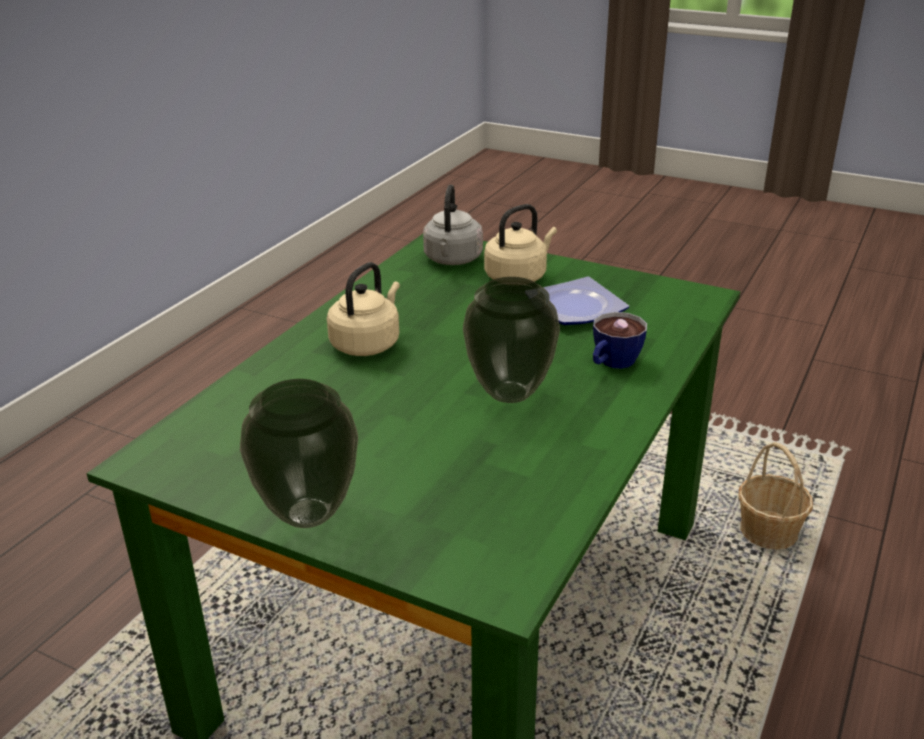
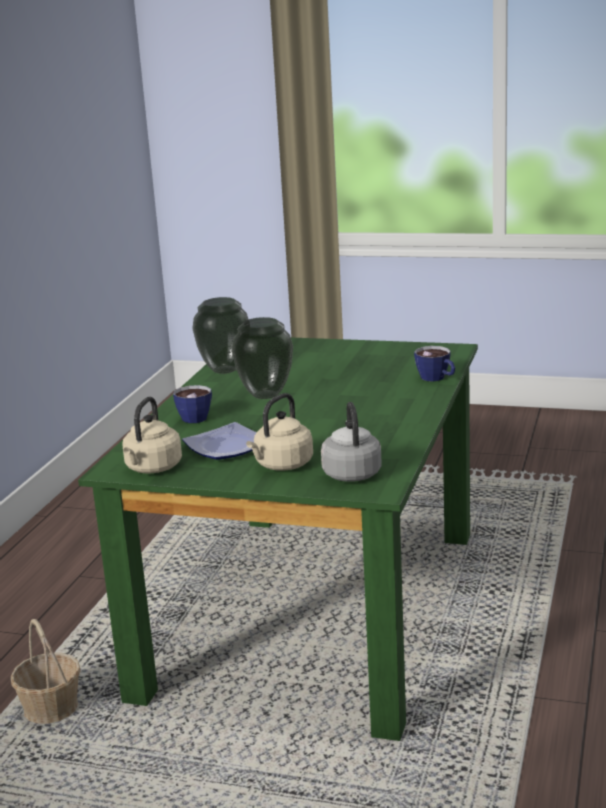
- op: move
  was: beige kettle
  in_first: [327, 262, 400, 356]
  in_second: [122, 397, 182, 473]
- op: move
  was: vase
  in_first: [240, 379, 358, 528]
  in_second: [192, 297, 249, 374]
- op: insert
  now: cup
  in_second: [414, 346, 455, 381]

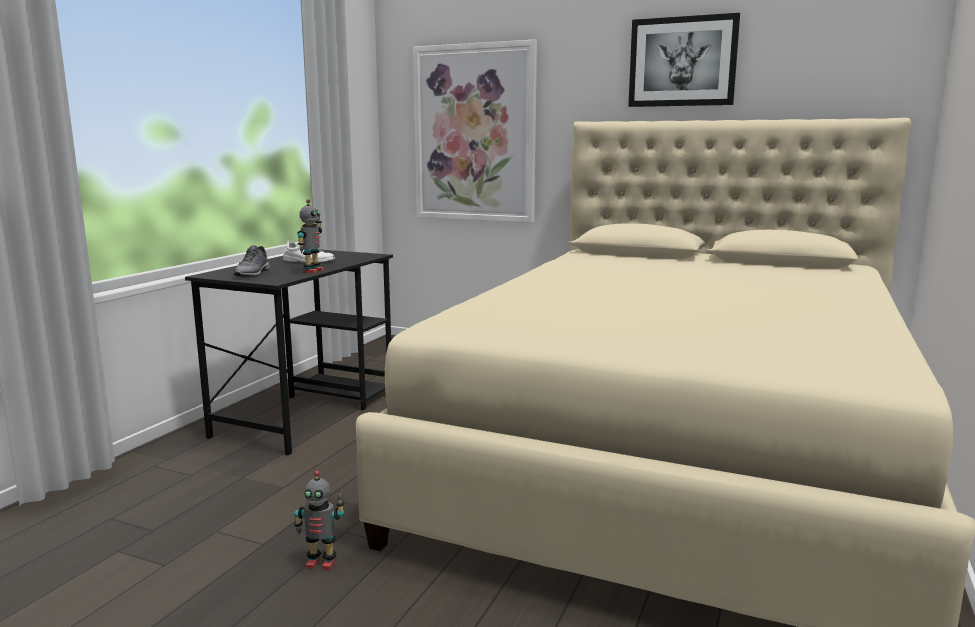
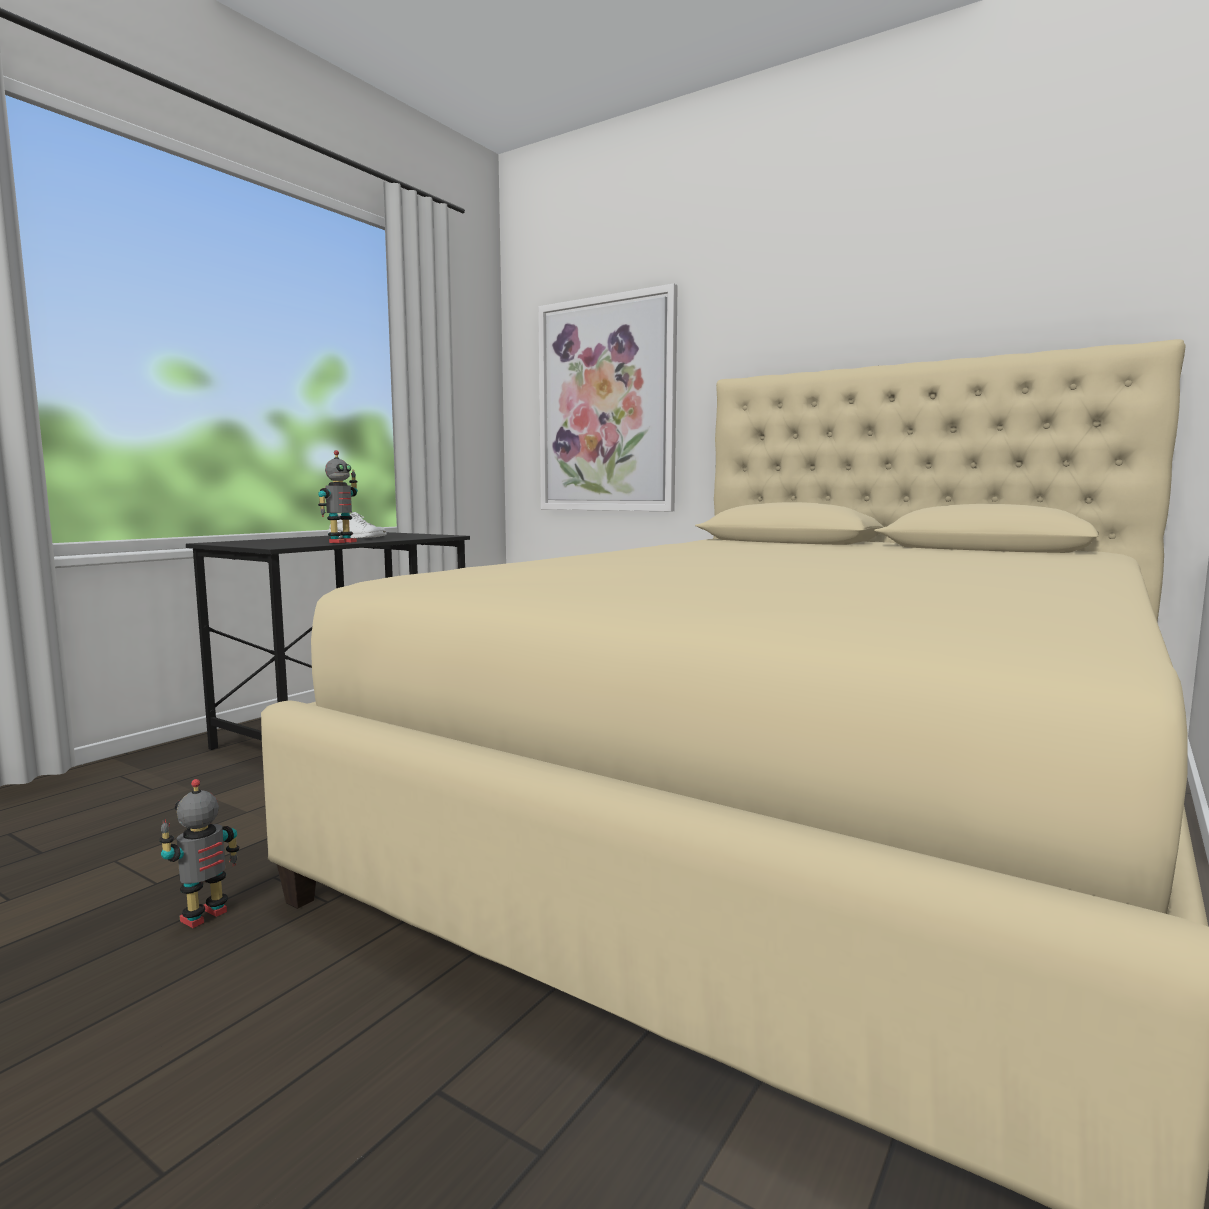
- op: rotate
  was: toy robot
  in_first: [294, 471, 345, 570]
  in_second: [159, 779, 240, 928]
  clockwise: 105
- op: delete
  was: grey shoe
  in_first: [233, 245, 270, 277]
- op: delete
  was: picture
  in_first: [628, 13, 740, 107]

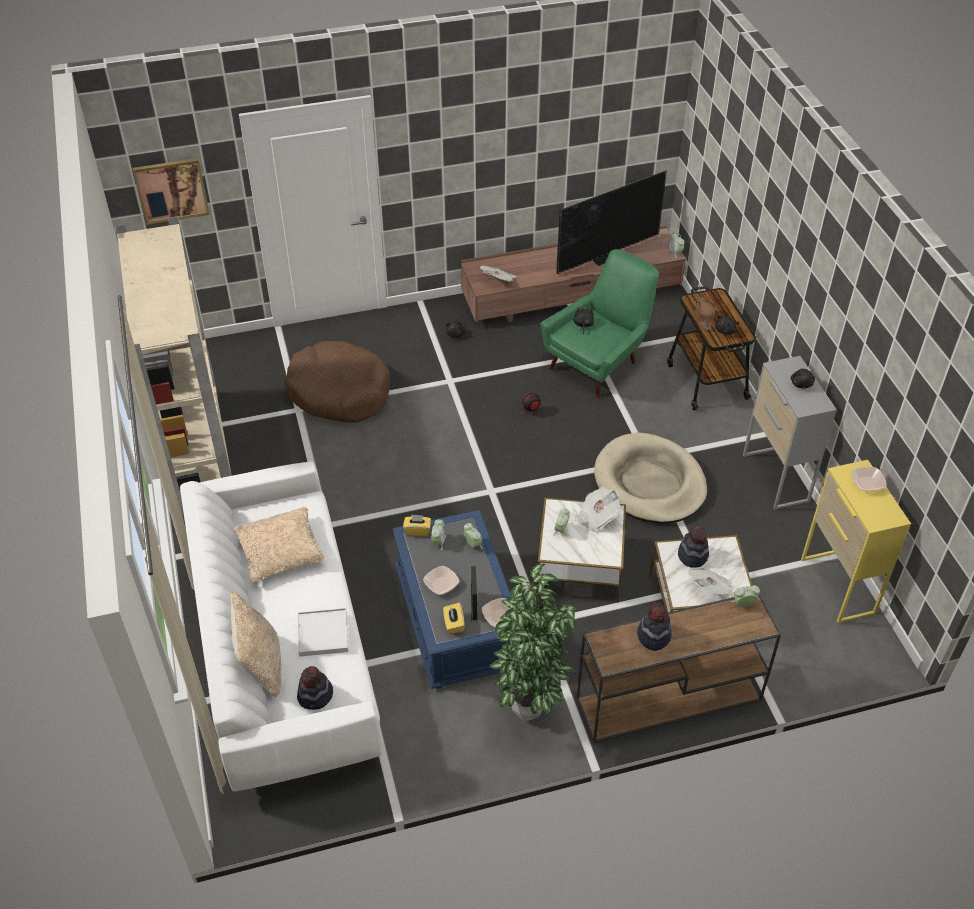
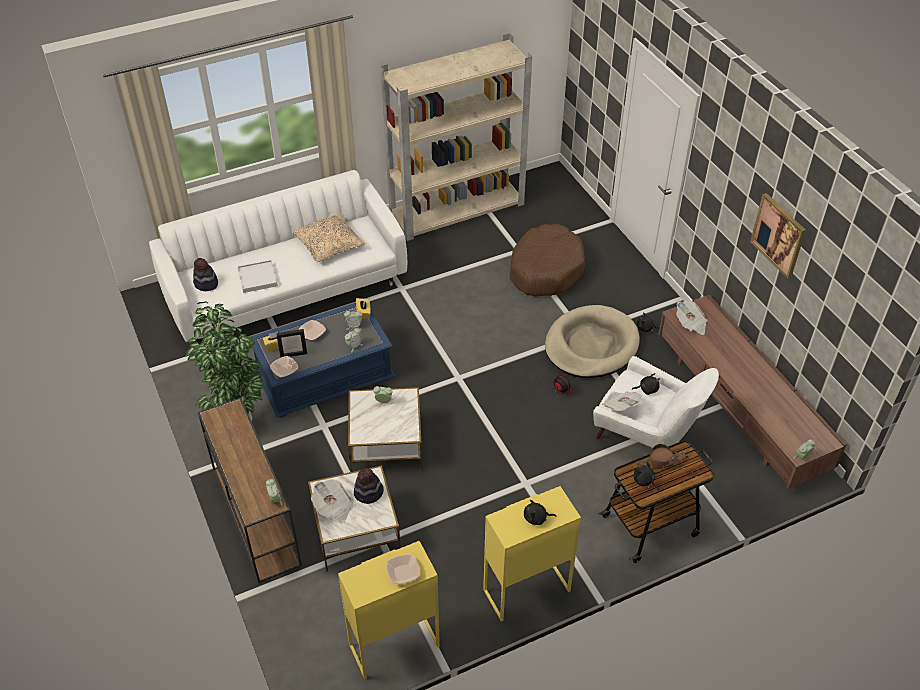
- op: recolor
  was: grey cabinet
  now: yellow cabinet
  in_first: [743, 356, 837, 509]
  in_second: [483, 486, 581, 621]
- op: move
  was: beige dog bed
  in_first: [594, 433, 707, 523]
  in_second: [545, 305, 640, 378]
- op: recolor
  was: green armchair
  now: white armchair
  in_first: [540, 249, 659, 398]
  in_second: [593, 356, 719, 448]
- op: move
  was: newspaper
  in_first: [575, 487, 621, 531]
  in_second: [602, 392, 642, 411]
- op: move
  was: picture
  in_first: [132, 158, 210, 225]
  in_second: [750, 193, 806, 279]
- op: delete
  was: beige pillow
  in_first: [231, 592, 282, 698]
- op: delete
  was: television
  in_first: [556, 170, 667, 274]
- op: delete
  was: hat
  in_first: [637, 602, 672, 651]

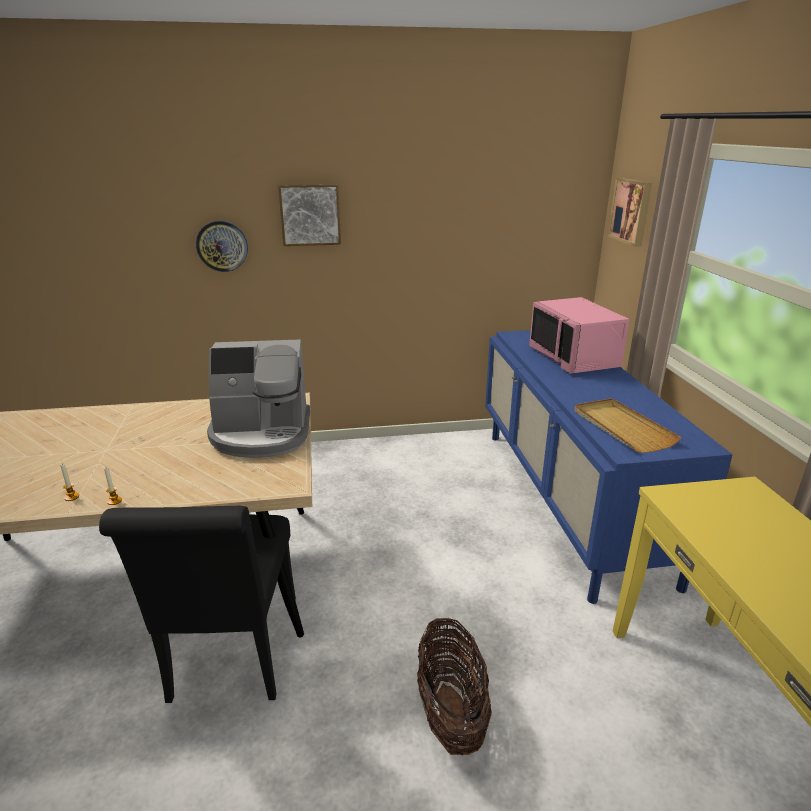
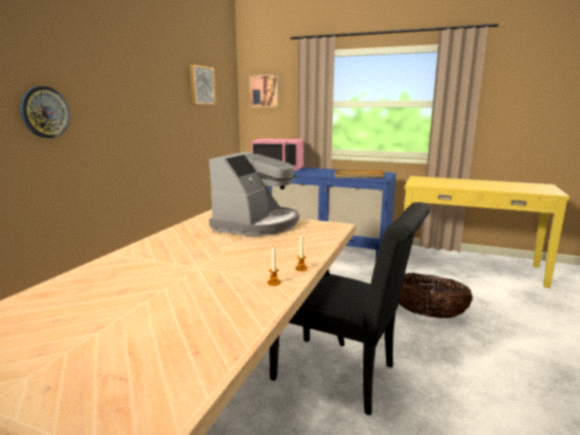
- op: move
  was: picture
  in_first: [278, 184, 341, 246]
  in_second: [190, 65, 216, 105]

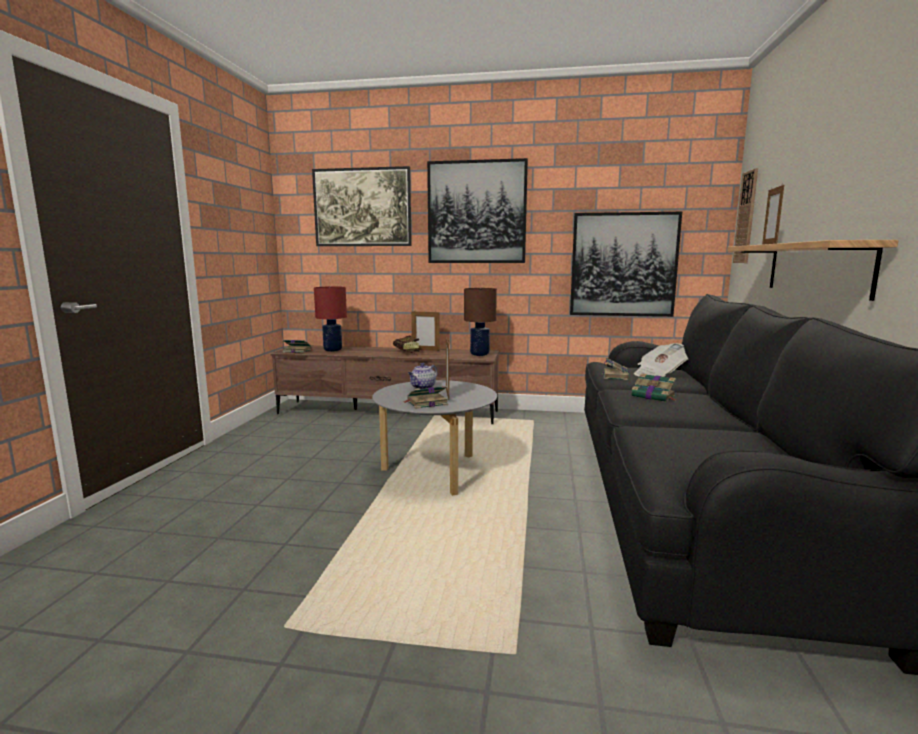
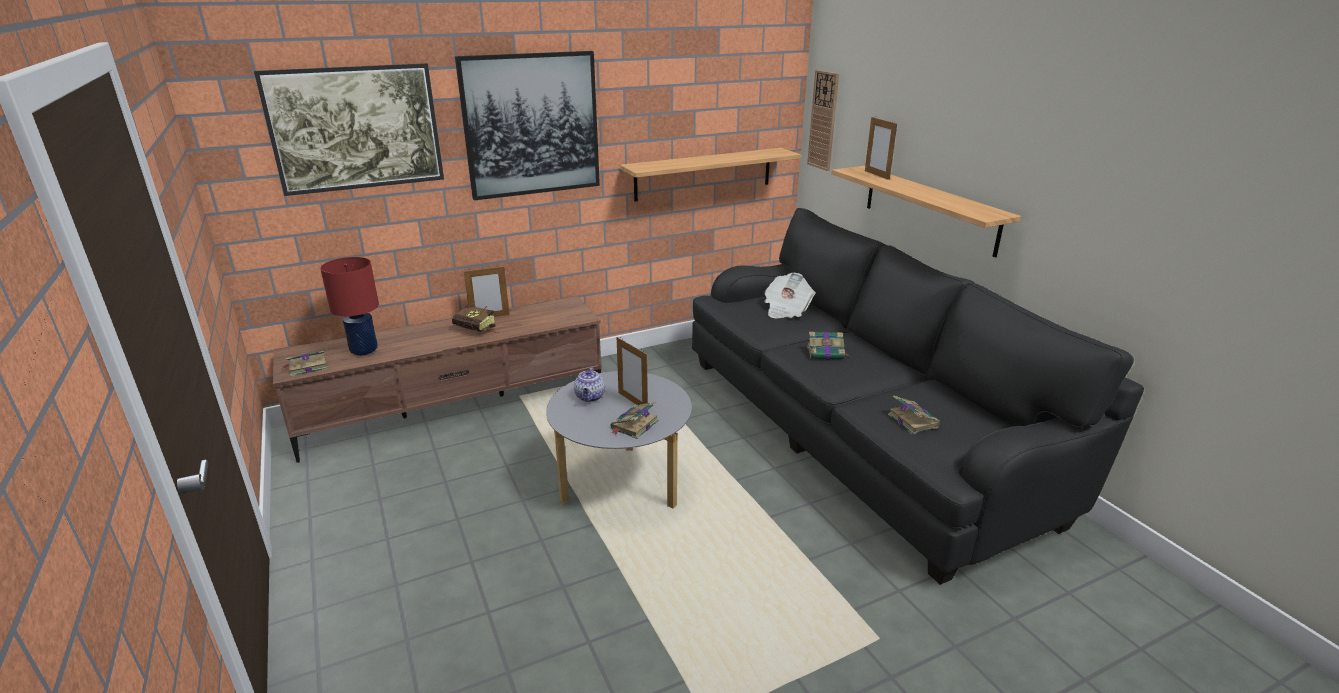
- op: replace
  was: picture
  now: shelf
  in_first: [570, 212, 682, 317]
  in_second: [620, 148, 801, 202]
- op: move
  was: book
  in_first: [602, 357, 630, 380]
  in_second: [888, 395, 940, 434]
- op: delete
  was: brown table lamp
  in_first: [464, 288, 497, 356]

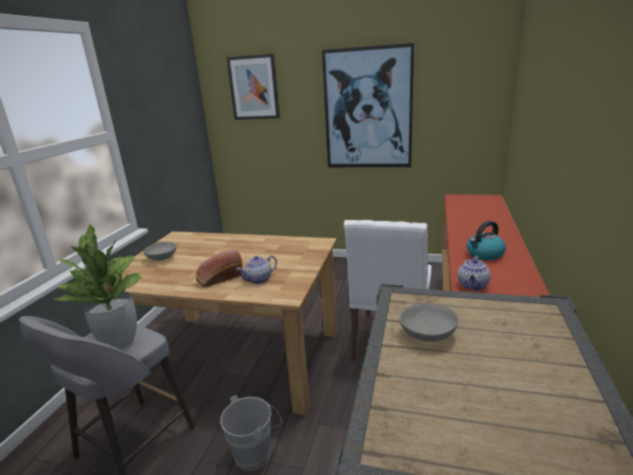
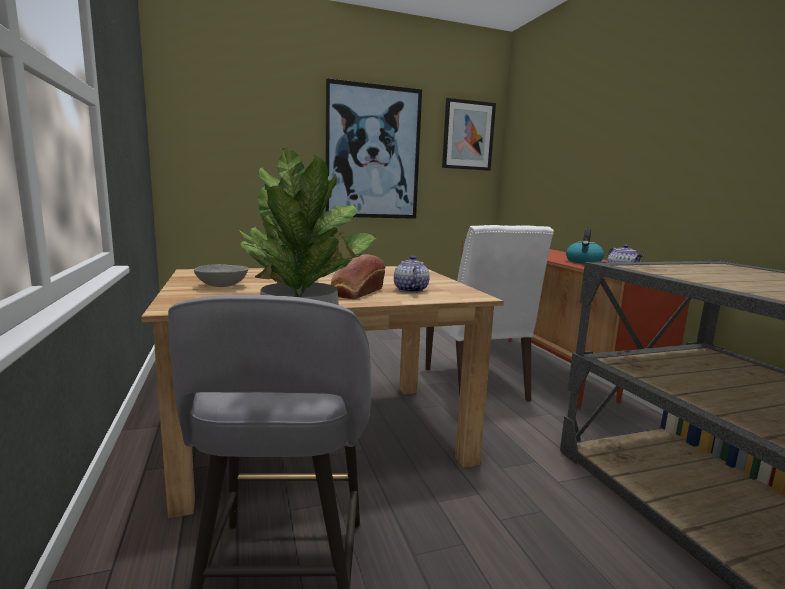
- op: rotate
  was: teapot
  in_first: [236, 255, 277, 284]
  in_second: [394, 256, 430, 293]
  clockwise: 150
- op: move
  was: picture
  in_first: [226, 54, 280, 120]
  in_second: [442, 98, 496, 171]
- op: delete
  was: grey bucket
  in_first: [220, 395, 282, 471]
- op: delete
  was: grey bowl
  in_first: [399, 303, 459, 342]

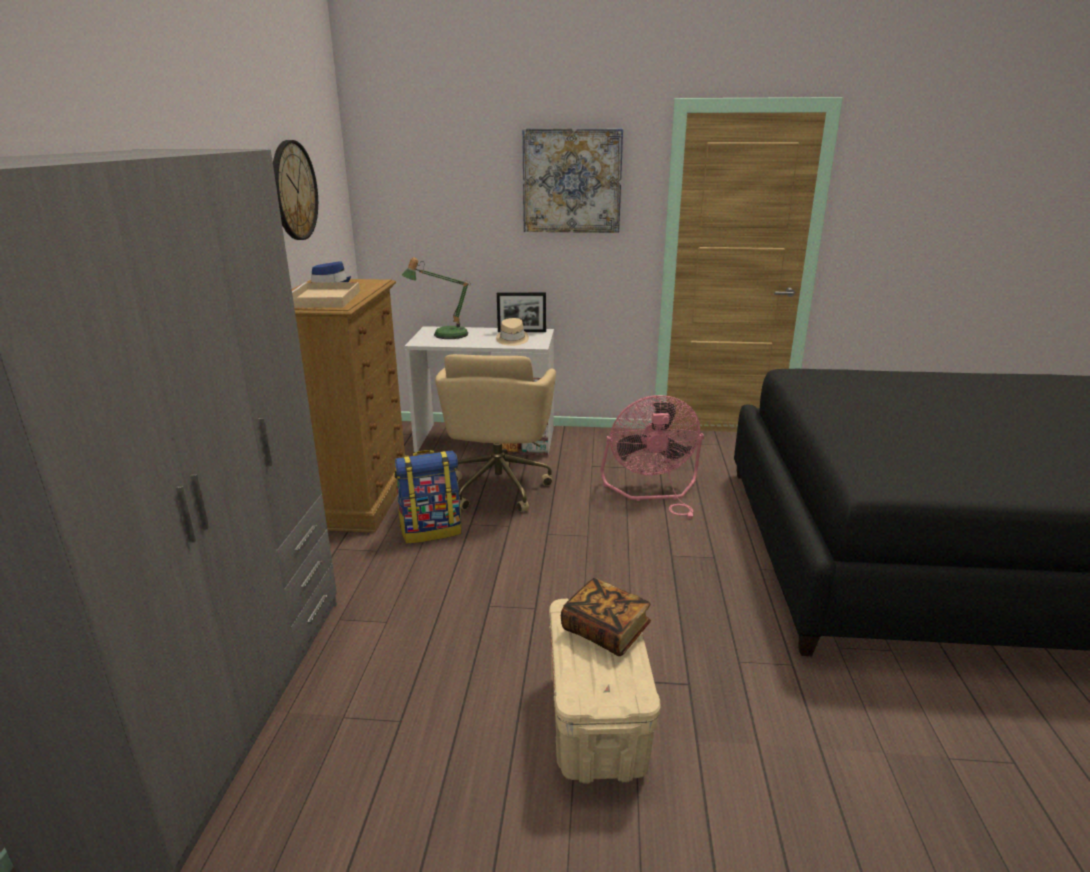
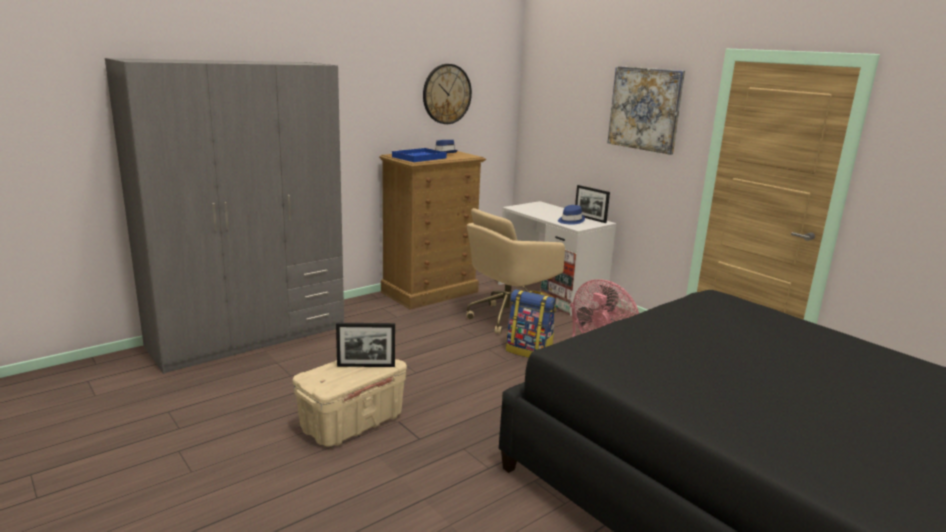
- op: replace
  was: book
  now: picture frame
  in_first: [561, 578, 651, 656]
  in_second: [336, 323, 395, 367]
- op: recolor
  was: beige tray
  now: blue tray
  in_first: [292, 282, 360, 308]
  in_second: [391, 148, 447, 162]
- op: move
  was: backpack
  in_first: [394, 450, 462, 544]
  in_second: [506, 290, 556, 358]
- op: recolor
  was: beige hat
  now: blue hat
  in_first: [496, 318, 529, 346]
  in_second: [558, 205, 585, 224]
- op: delete
  was: table lamp
  in_first: [402, 257, 471, 339]

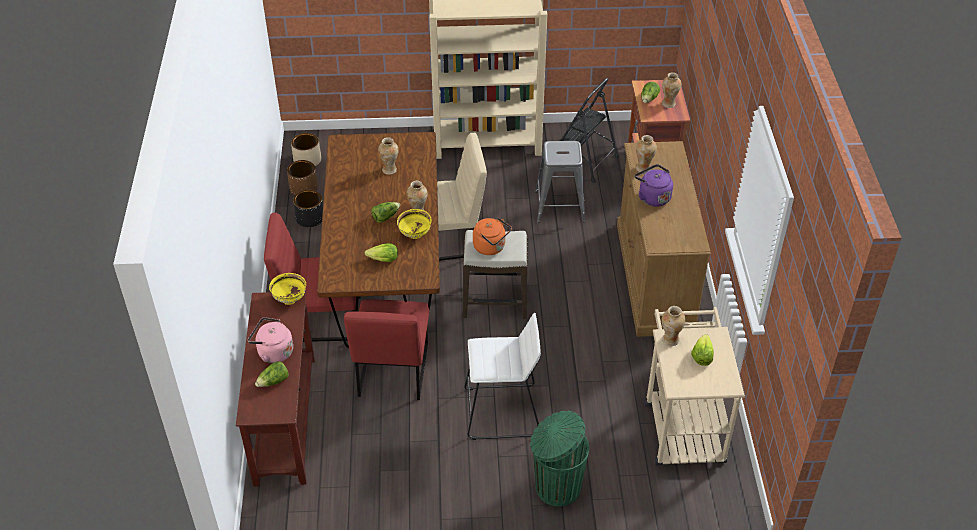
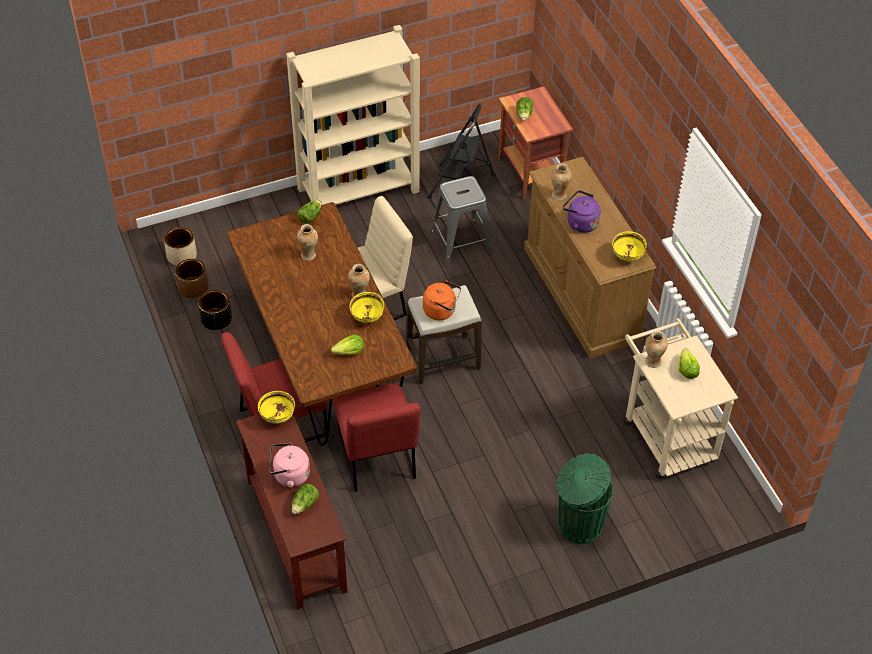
- op: move
  was: lettuce
  in_first: [371, 202, 400, 223]
  in_second: [297, 200, 322, 224]
- op: insert
  now: yellow bowl
  in_second: [612, 231, 647, 262]
- op: delete
  was: white stool
  in_first: [464, 313, 541, 440]
- op: delete
  was: vase
  in_first: [662, 72, 681, 108]

